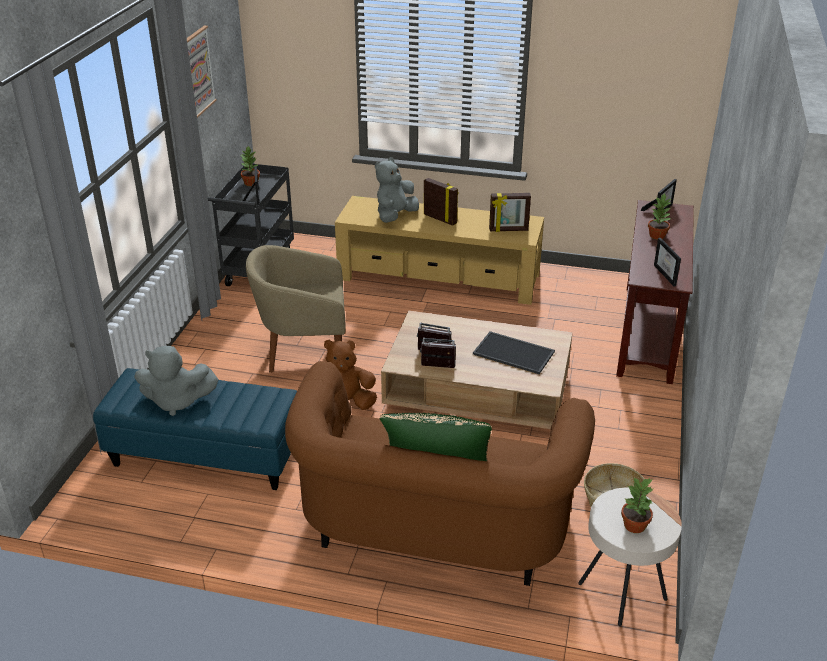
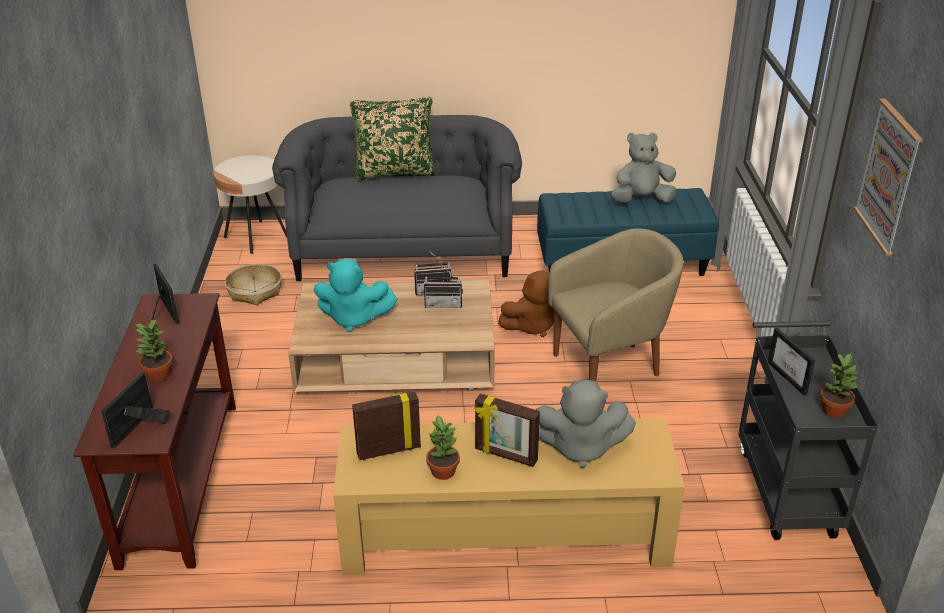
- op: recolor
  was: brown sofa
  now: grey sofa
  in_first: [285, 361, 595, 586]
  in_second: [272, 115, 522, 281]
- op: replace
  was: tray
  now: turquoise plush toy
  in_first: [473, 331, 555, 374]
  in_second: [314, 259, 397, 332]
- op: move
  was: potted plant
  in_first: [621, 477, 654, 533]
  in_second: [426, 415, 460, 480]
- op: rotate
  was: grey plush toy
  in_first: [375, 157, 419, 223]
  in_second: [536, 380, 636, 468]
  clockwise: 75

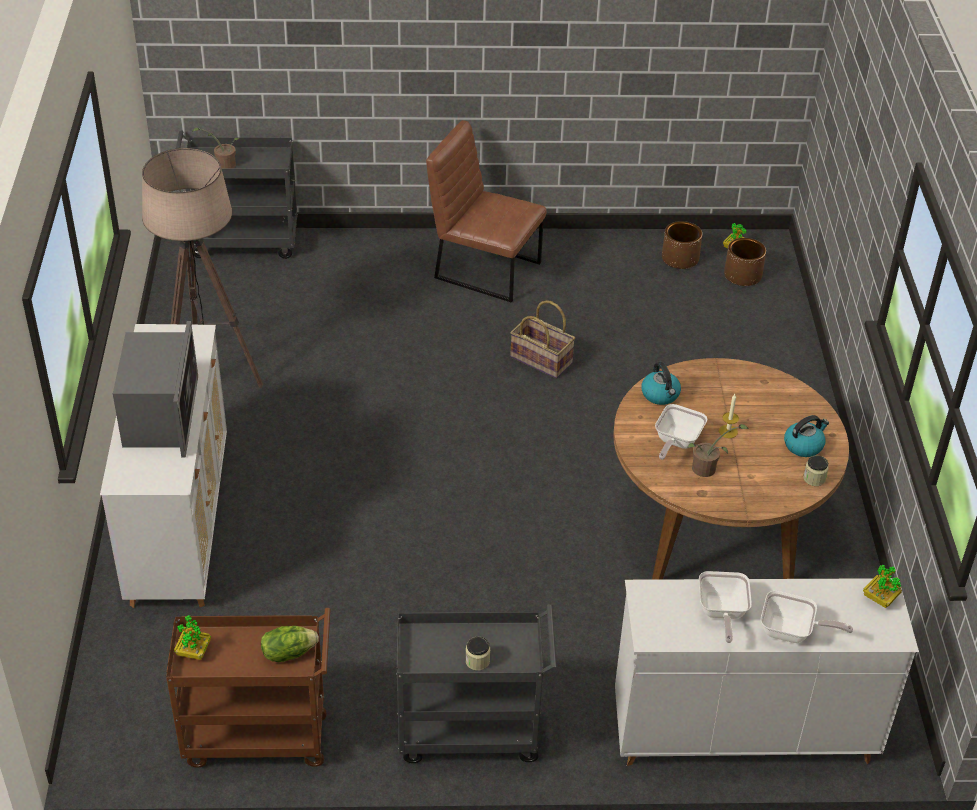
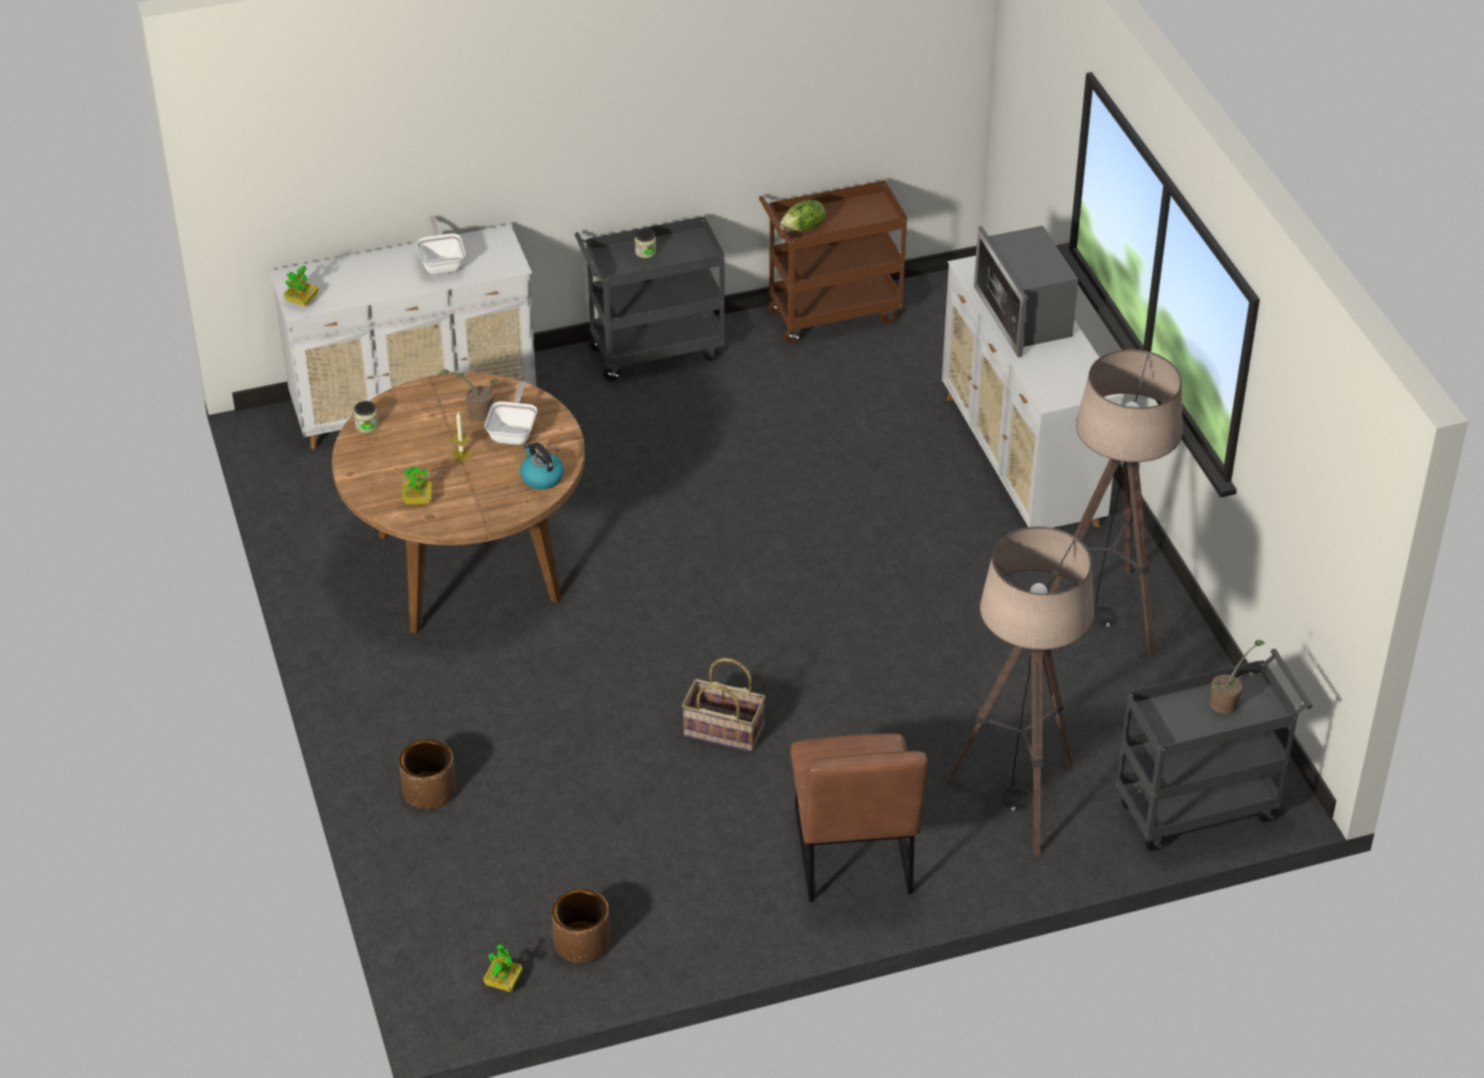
- op: move
  was: brown planter
  in_first: [724, 238, 766, 286]
  in_second: [399, 739, 456, 809]
- op: move
  was: potted plant
  in_first: [174, 615, 211, 660]
  in_second: [402, 466, 432, 504]
- op: rotate
  was: brown chair
  in_first: [426, 120, 547, 303]
  in_second: [790, 733, 928, 902]
  clockwise: 75
- op: insert
  now: floor lamp
  in_second: [946, 526, 1094, 856]
- op: delete
  was: frying pan
  in_first: [761, 591, 853, 643]
- op: delete
  was: kettle
  in_first: [784, 415, 829, 457]

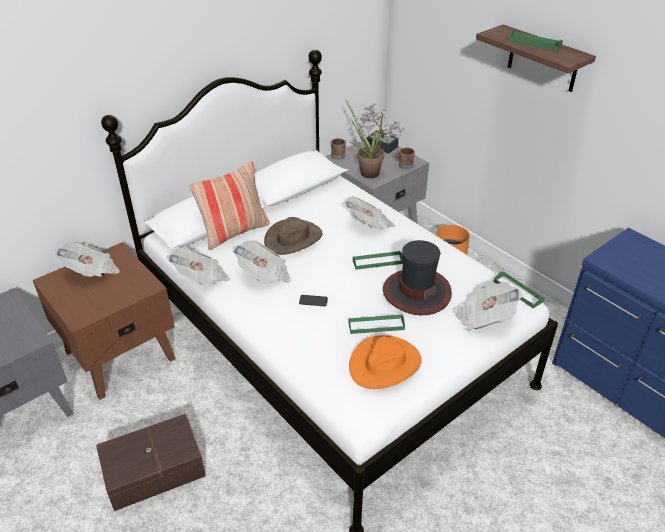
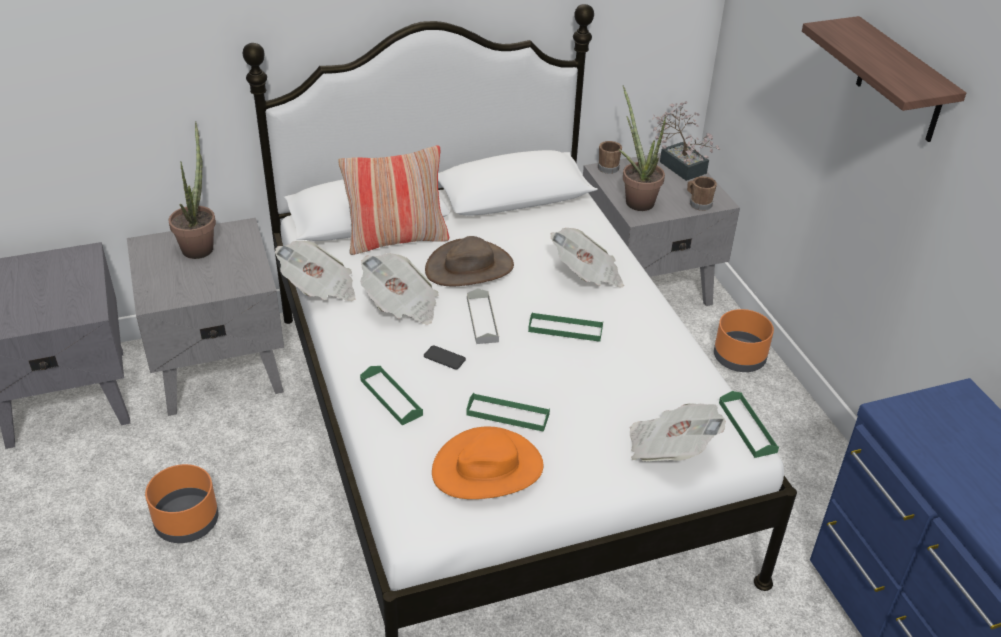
- op: recolor
  was: brown nightstand
  now: grey nightstand
  in_first: [33, 243, 176, 400]
  in_second: [127, 218, 284, 416]
- op: replace
  was: brown storage box
  now: orange planter
  in_first: [96, 414, 206, 511]
  in_second: [145, 464, 218, 543]
- op: replace
  was: newspaper
  now: potted plant
  in_first: [55, 242, 120, 277]
  in_second: [169, 121, 216, 259]
- op: move
  was: green tray
  in_first: [508, 30, 563, 51]
  in_second: [360, 366, 423, 425]
- op: insert
  now: grey tray
  in_second: [467, 288, 499, 344]
- op: delete
  was: hat
  in_first: [383, 240, 452, 315]

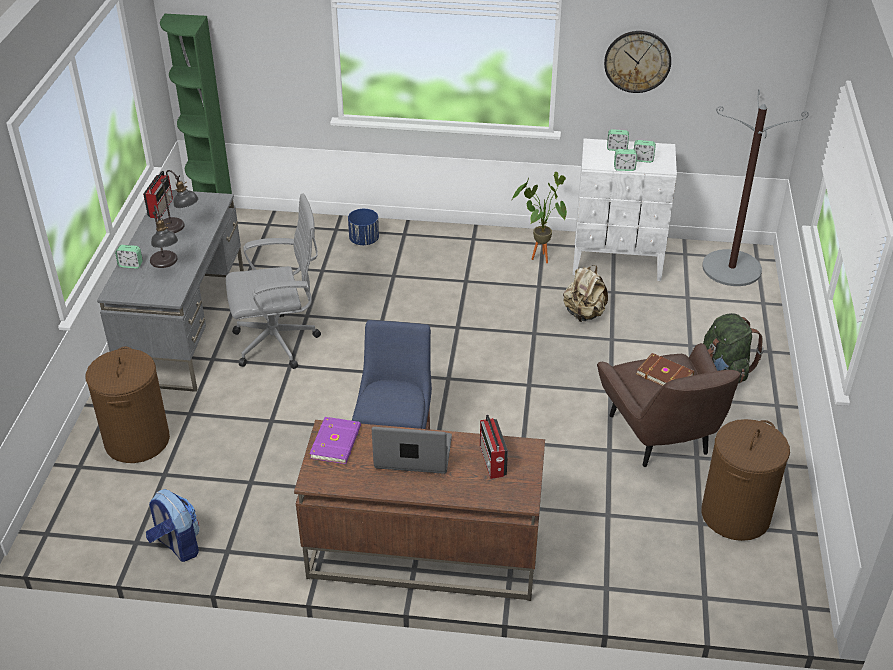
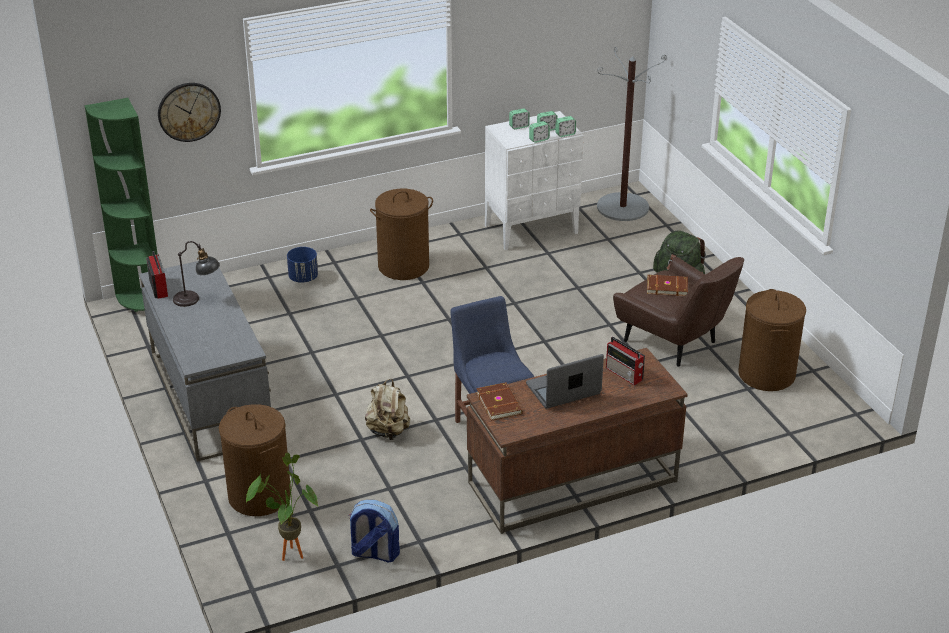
- op: move
  was: wall clock
  in_first: [604, 31, 671, 93]
  in_second: [158, 83, 221, 142]
- op: move
  was: potted plant
  in_first: [512, 172, 567, 263]
  in_second: [246, 453, 318, 561]
- op: move
  was: beige backpack
  in_first: [563, 265, 608, 322]
  in_second: [365, 379, 410, 440]
- op: insert
  now: brown laundry basket
  in_second: [370, 189, 433, 280]
- op: recolor
  was: purple book
  now: brown book
  in_first: [309, 417, 361, 464]
  in_second: [476, 382, 523, 421]
- op: move
  was: alarm clock
  in_first: [115, 245, 143, 269]
  in_second: [555, 116, 576, 137]
- op: delete
  was: grey table lamp
  in_first: [150, 205, 178, 268]
- op: delete
  was: grey office chair
  in_first: [226, 193, 321, 369]

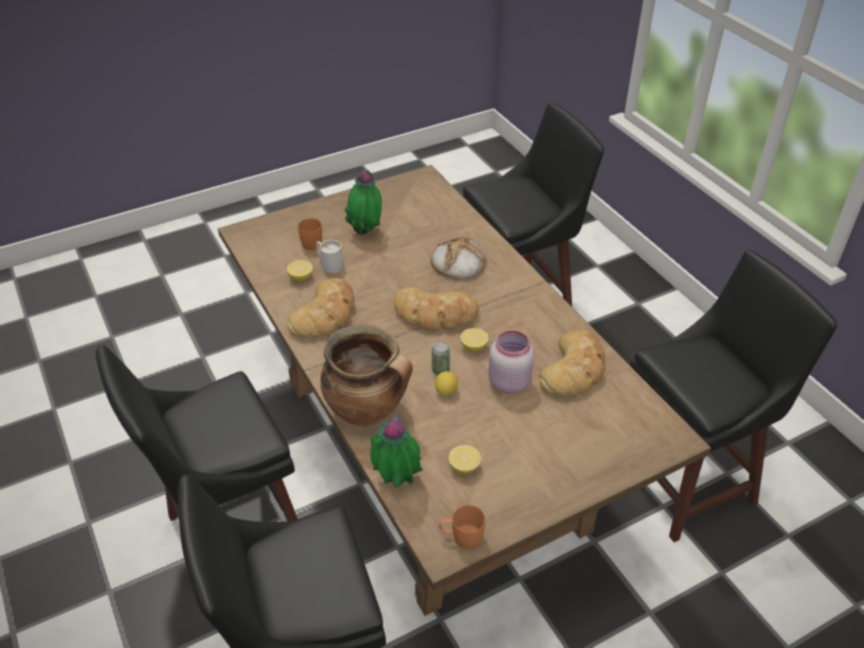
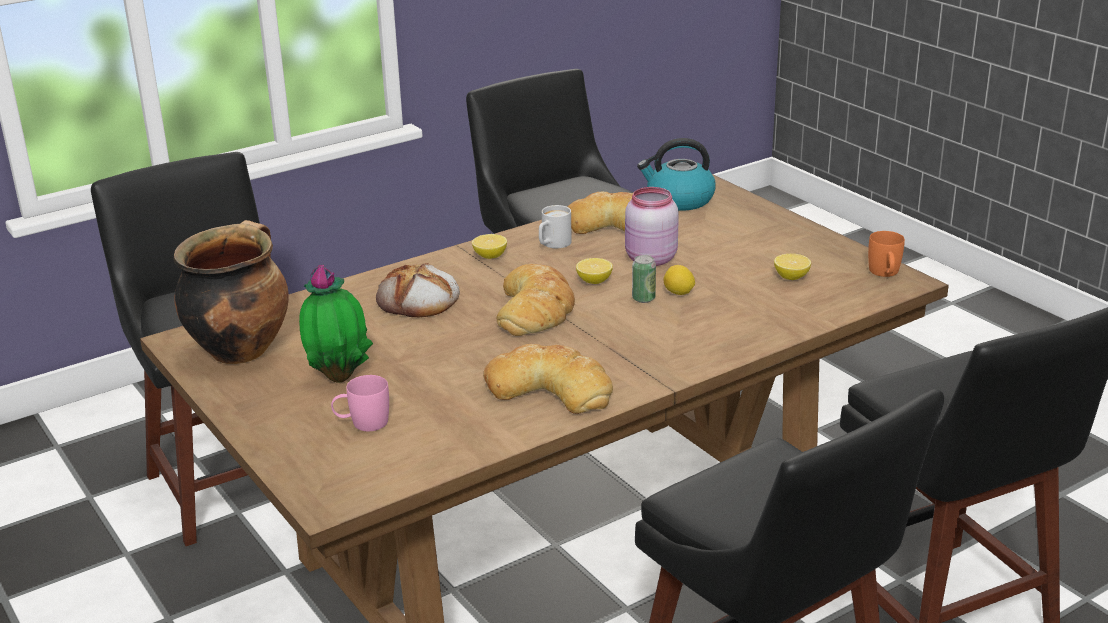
- op: move
  was: cooking pot
  in_first: [320, 325, 413, 426]
  in_second: [173, 220, 289, 364]
- op: recolor
  was: orange mug
  now: pink mug
  in_first: [298, 218, 322, 250]
  in_second: [331, 375, 389, 431]
- op: move
  was: lemon
  in_first: [287, 260, 313, 281]
  in_second: [472, 234, 507, 259]
- op: move
  was: white mug
  in_first: [316, 240, 343, 273]
  in_second: [539, 205, 572, 248]
- op: insert
  now: kettle
  in_second: [637, 138, 716, 211]
- op: delete
  was: potted plant
  in_first: [370, 414, 423, 488]

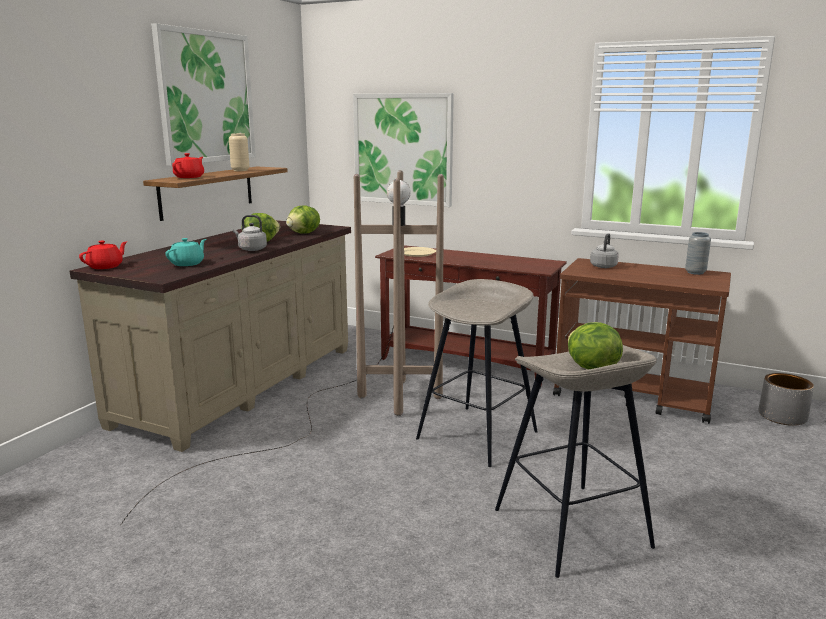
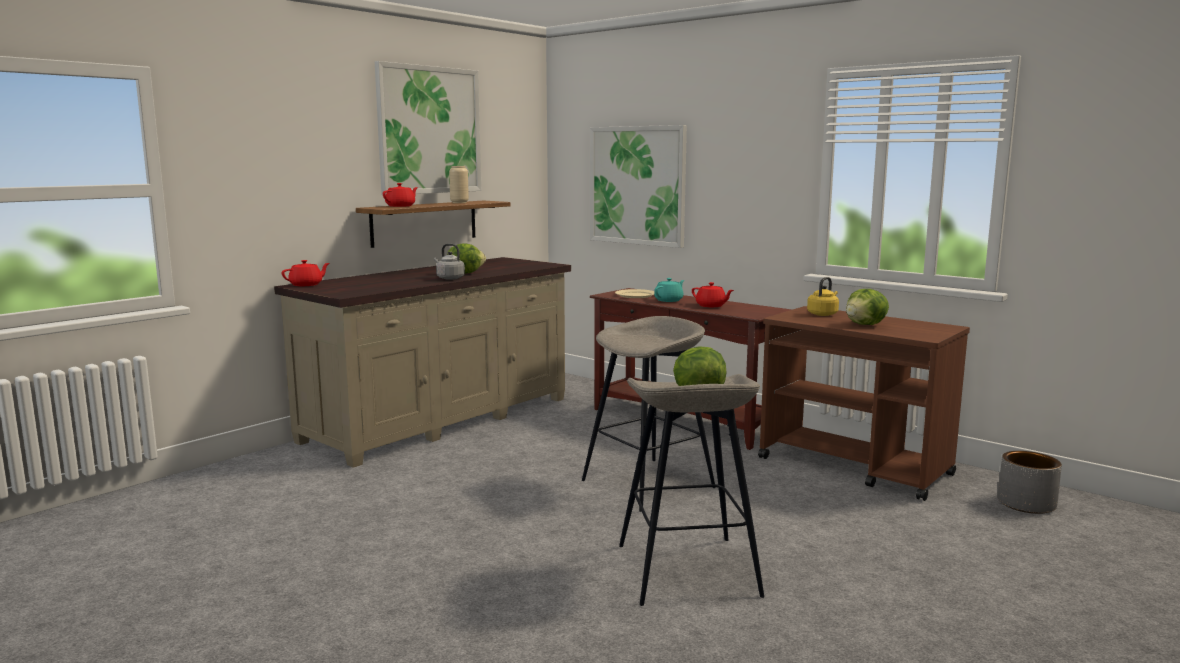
- op: move
  was: turquoise teapot
  in_first: [165, 238, 206, 266]
  in_second: [654, 278, 684, 302]
- op: insert
  now: red teapot
  in_second: [692, 282, 734, 307]
- op: recolor
  was: grey kettle
  now: yellow kettle
  in_first: [590, 233, 619, 268]
  in_second: [807, 277, 839, 316]
- op: move
  was: lettuce
  in_first: [286, 205, 320, 233]
  in_second: [846, 289, 889, 325]
- op: delete
  was: brown floor lamp
  in_first: [121, 170, 444, 525]
- op: delete
  was: grey vase
  in_first: [685, 232, 711, 275]

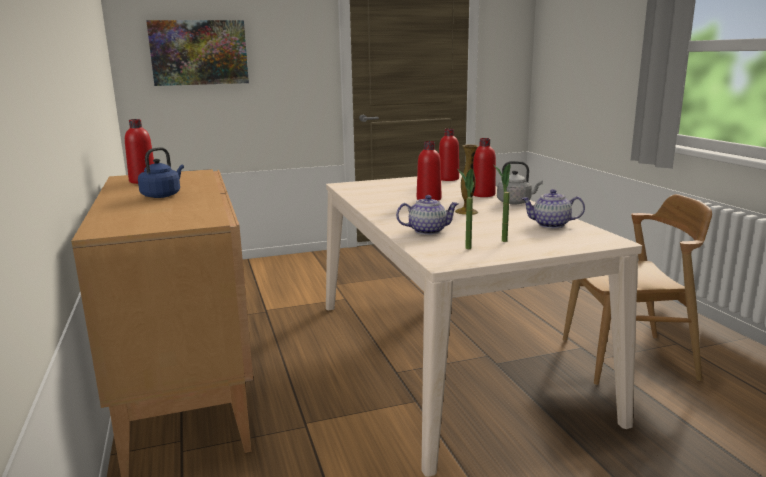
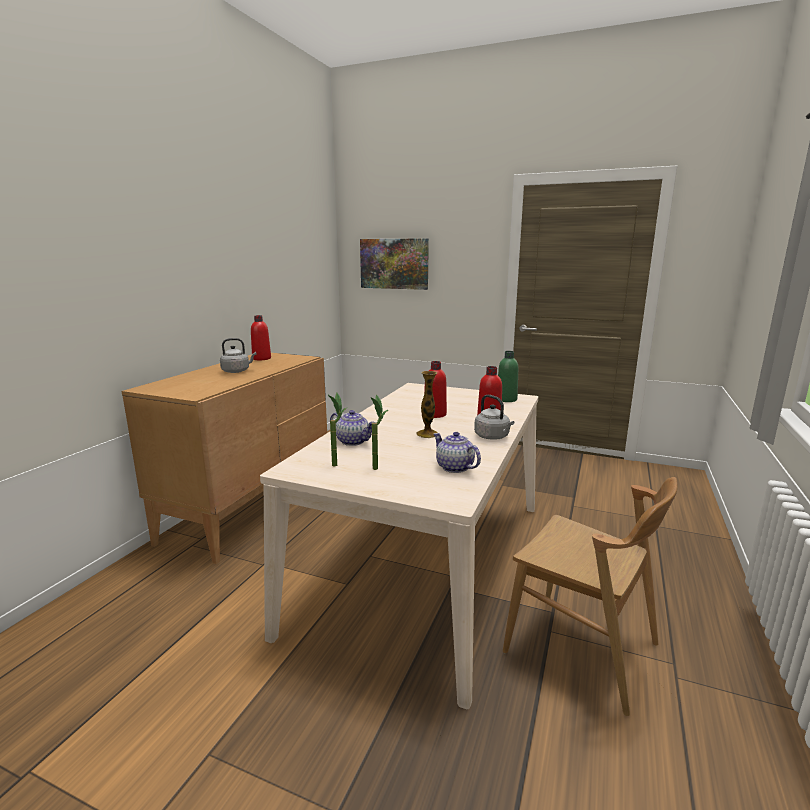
- op: recolor
  was: blue kettle
  now: grey kettle
  in_first: [138, 147, 184, 198]
  in_second: [220, 338, 256, 373]
- op: recolor
  was: red bottle
  now: green bottle
  in_first: [439, 129, 459, 181]
  in_second: [498, 351, 518, 402]

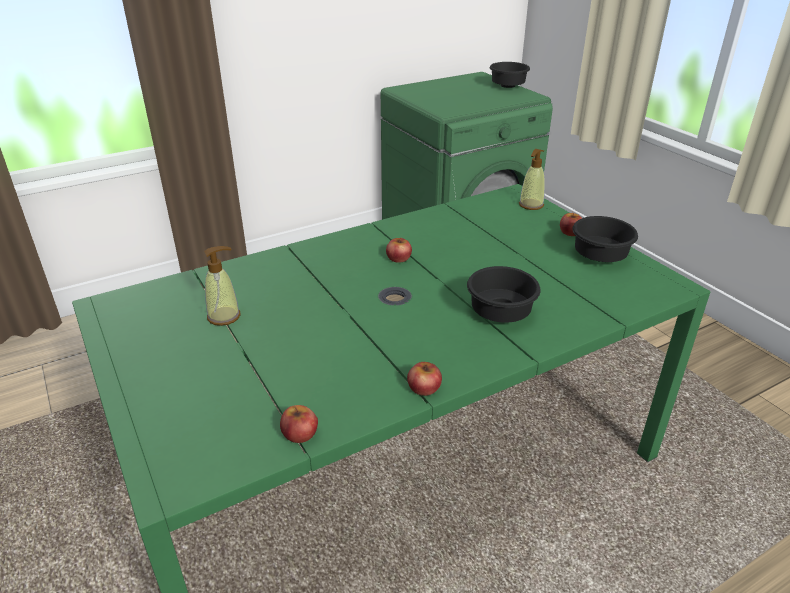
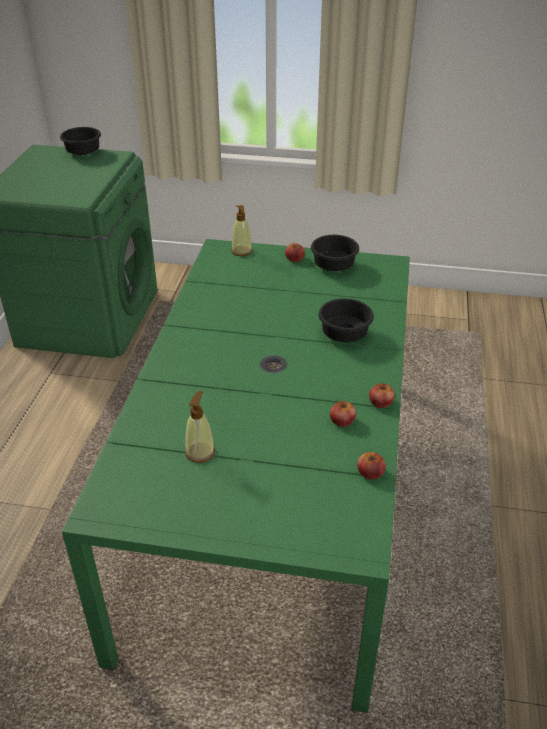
- op: move
  was: apple
  in_first: [386, 238, 412, 263]
  in_second: [330, 401, 356, 427]

